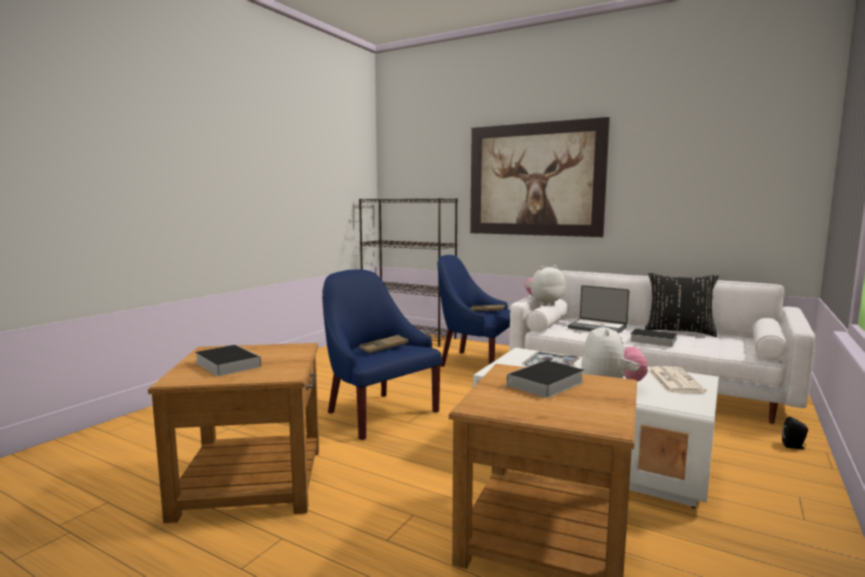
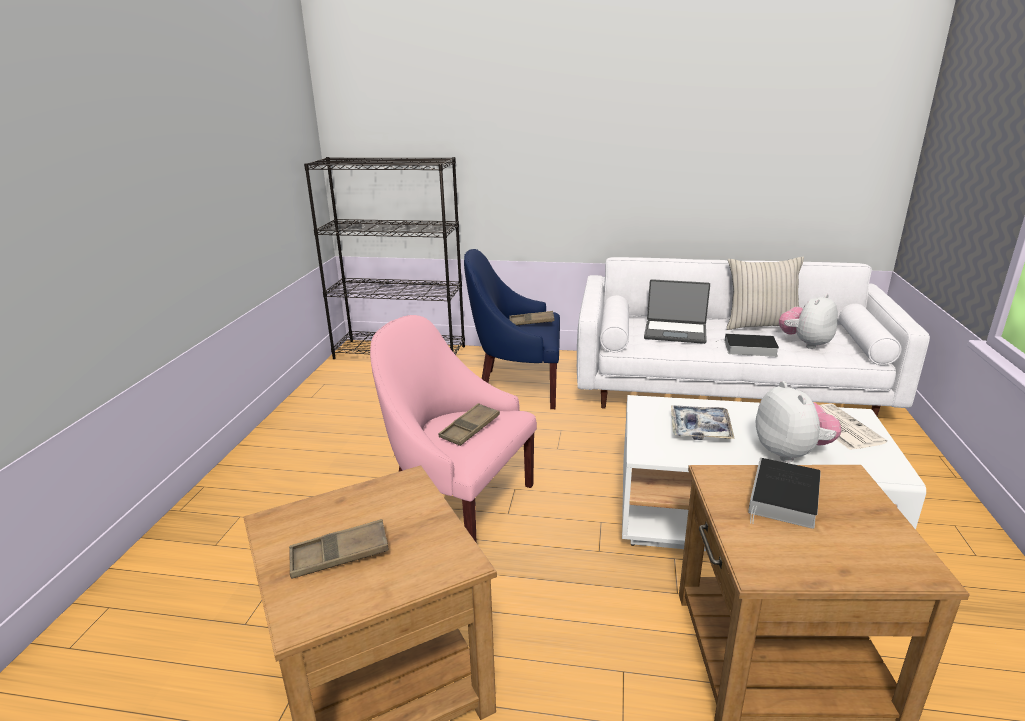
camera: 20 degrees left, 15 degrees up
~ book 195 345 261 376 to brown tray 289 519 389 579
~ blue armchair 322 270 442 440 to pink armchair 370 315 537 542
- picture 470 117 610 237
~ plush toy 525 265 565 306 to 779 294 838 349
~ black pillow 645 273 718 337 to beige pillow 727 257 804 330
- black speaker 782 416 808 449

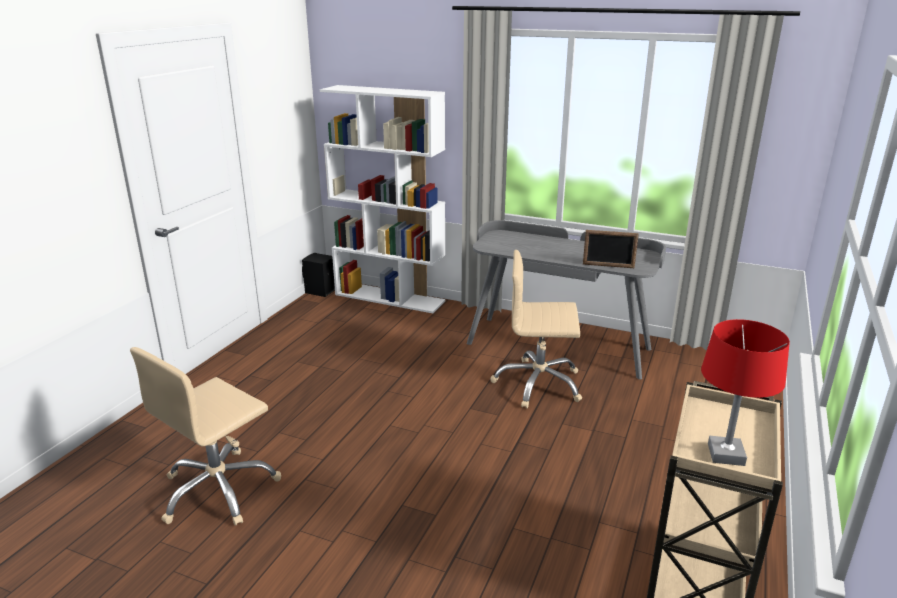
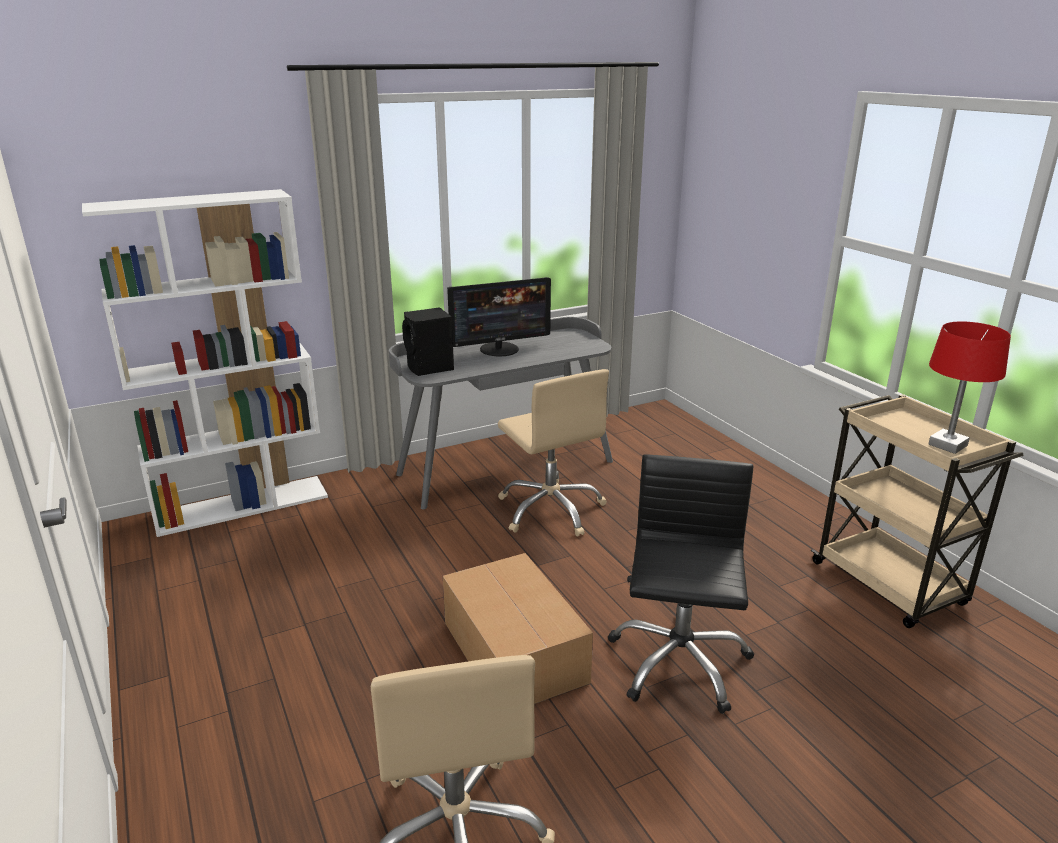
camera: 50 degrees left, 0 degrees up
~ black speaker 302 253 335 297 to 402 307 454 376
~ beige office chair 491 250 582 408 = 498 369 609 537 75 degrees counterclockwise
- picture frame 583 230 639 268
+ cardboard box 443 553 593 704
+ monitor 447 277 551 356
+ black office chair 608 454 754 714

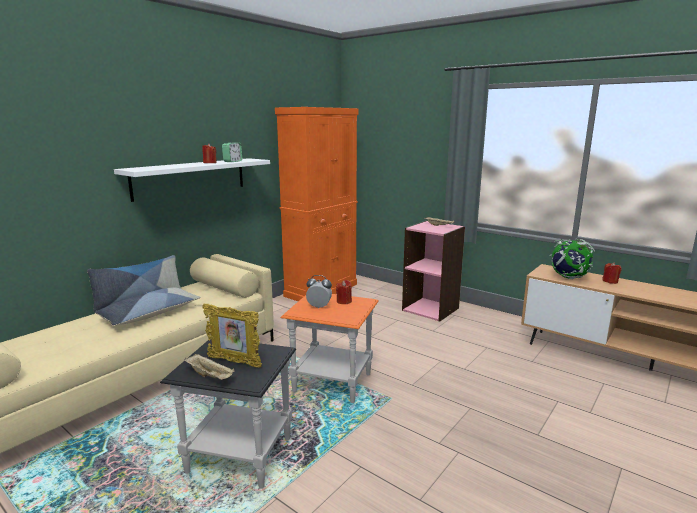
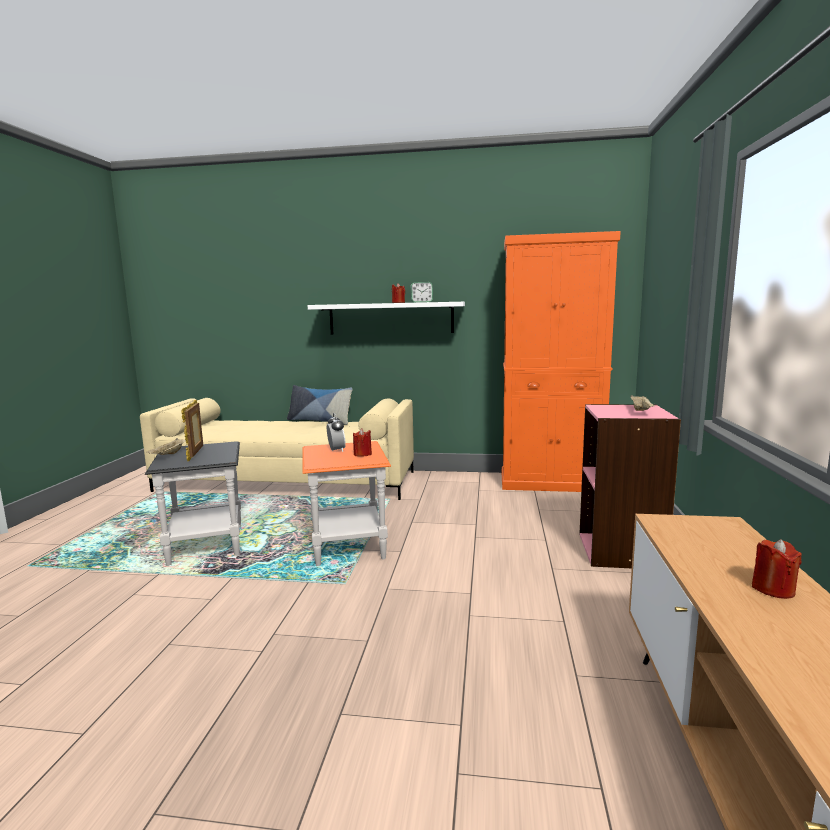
camera: 60 degrees right, 5 degrees down
- pillow 95 287 200 326
- globe 550 239 595 279

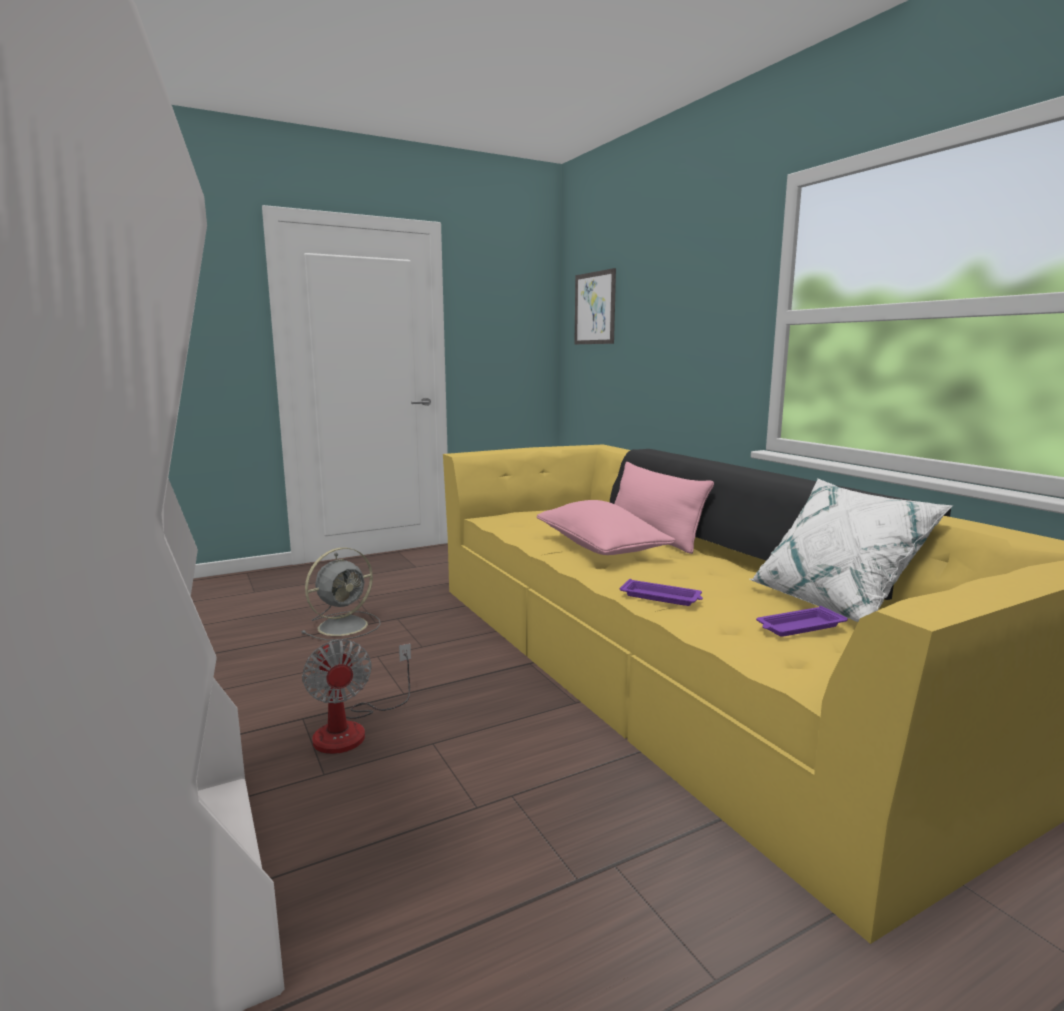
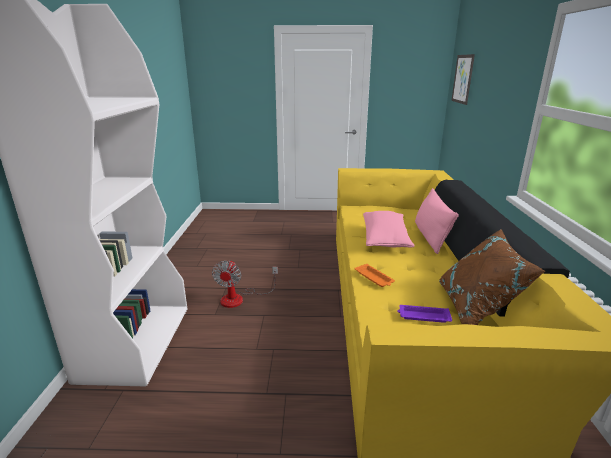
camera: 30 degrees right, 10 degrees up
- grey fan 301 547 381 640
~ purple tray 620 579 703 606 to orange tray 354 264 395 287
~ white pillow 750 478 953 622 to brown pillow 439 229 546 325

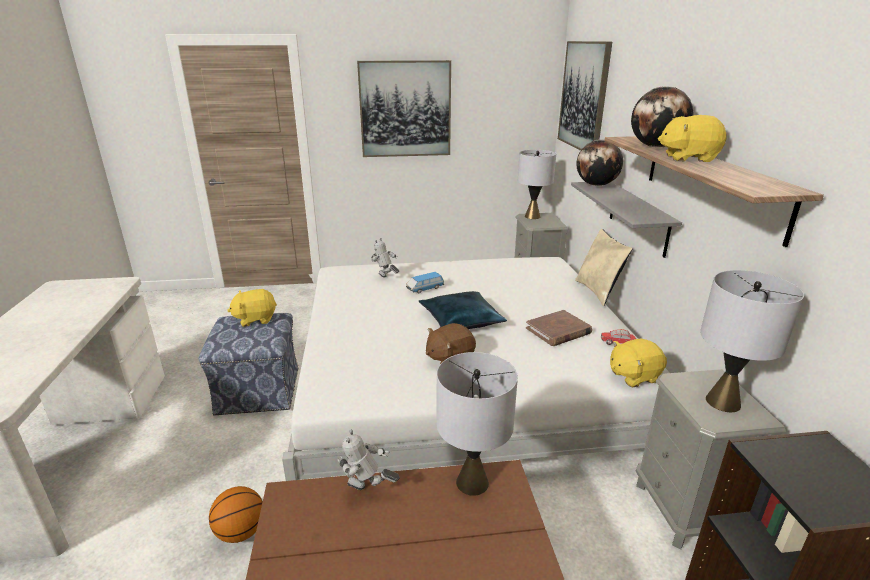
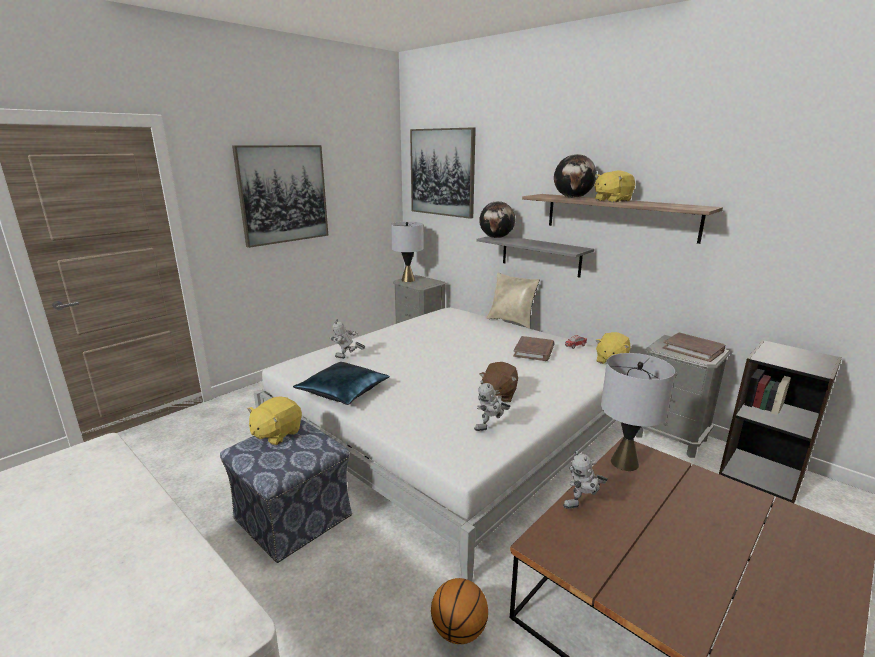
camera: 40 degrees left, 5 degrees down
- toy car 406 272 444 294
~ blue pillow 419 291 507 329 to 293 362 390 405
~ grey table lamp 700 270 804 412 to brown book 663 333 725 362
+ toy robot 474 381 510 431

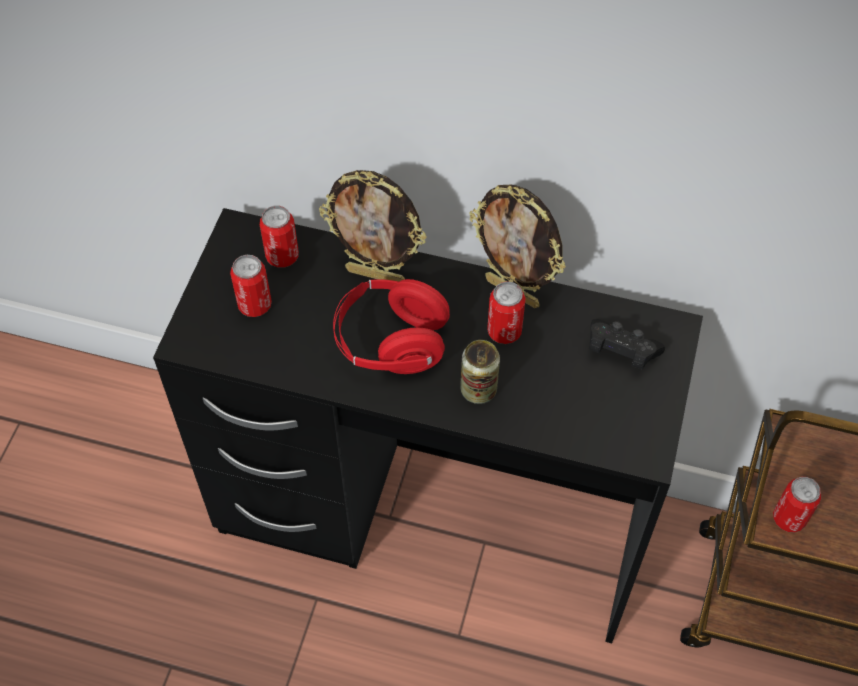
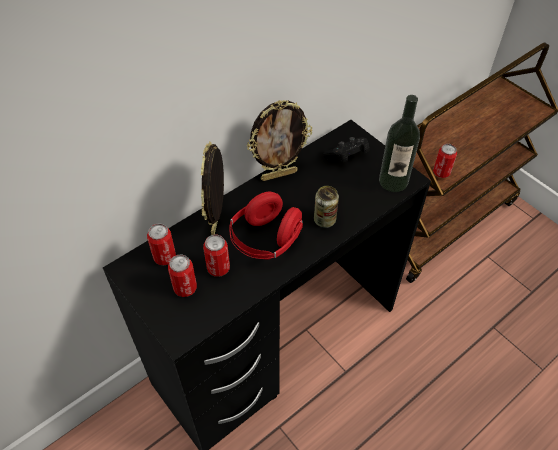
camera: 55 degrees left, 5 degrees down
~ picture frame 319 170 427 281 = 201 142 224 235 135 degrees clockwise
~ can 487 281 526 344 to 203 235 230 277
+ bottle 379 95 420 192

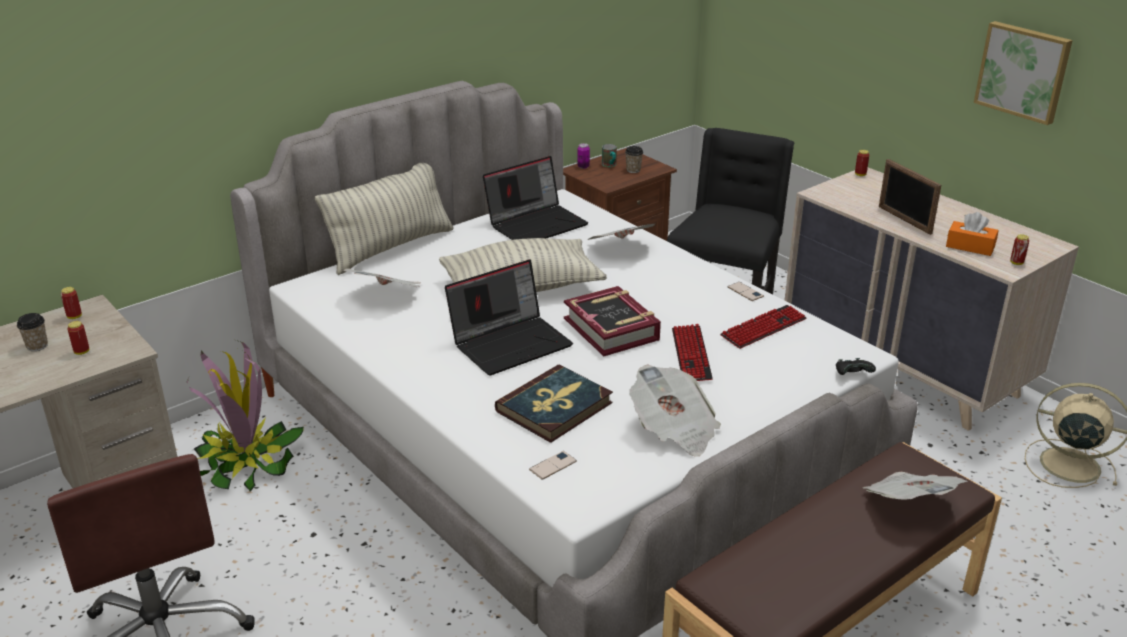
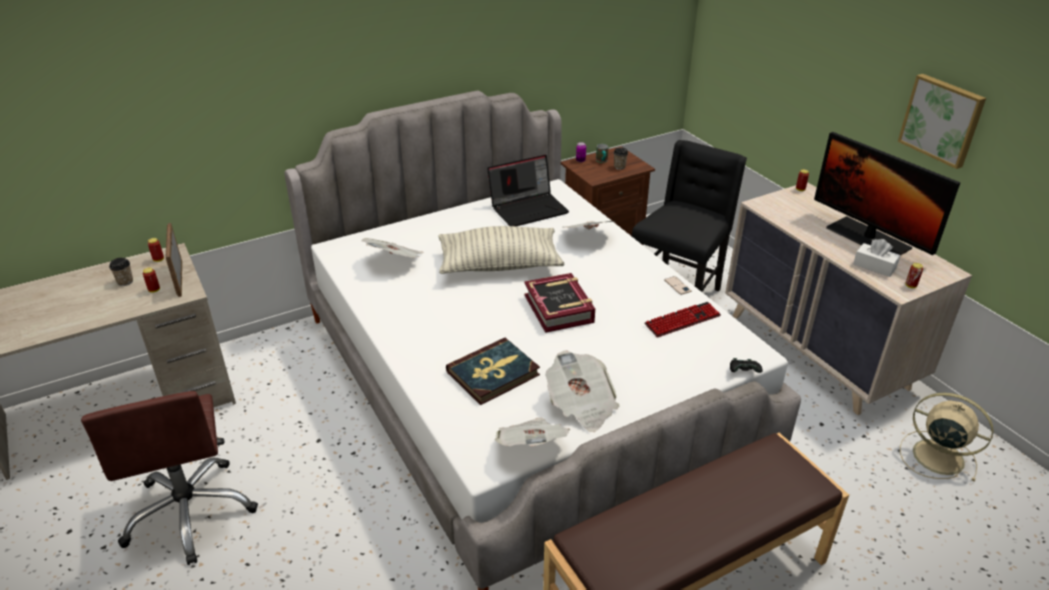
camera: 10 degrees right, 5 degrees up
- potted plant 187 339 304 492
- pillow 315 163 454 275
- laptop 445 259 573 376
- phone 529 451 577 480
- keyboard 672 324 713 381
~ newspaper 863 472 967 500 to 495 418 570 446
~ picture frame 879 159 941 235 to 165 223 182 297
~ orange tissue box 946 212 999 256 to white tissue box 853 239 900 277
+ monitor 814 132 960 256

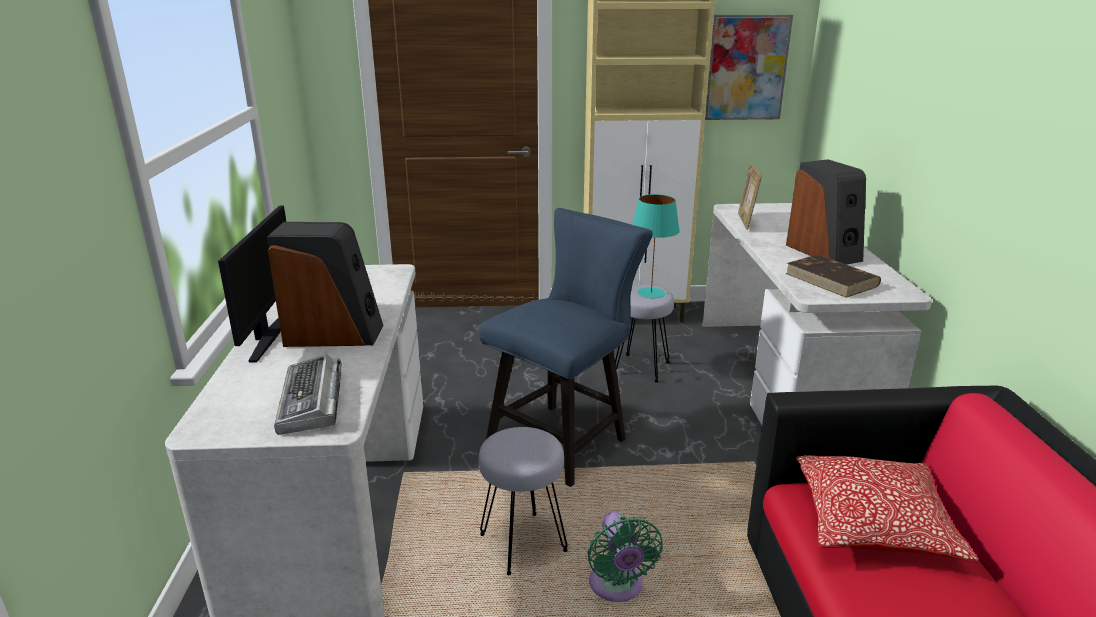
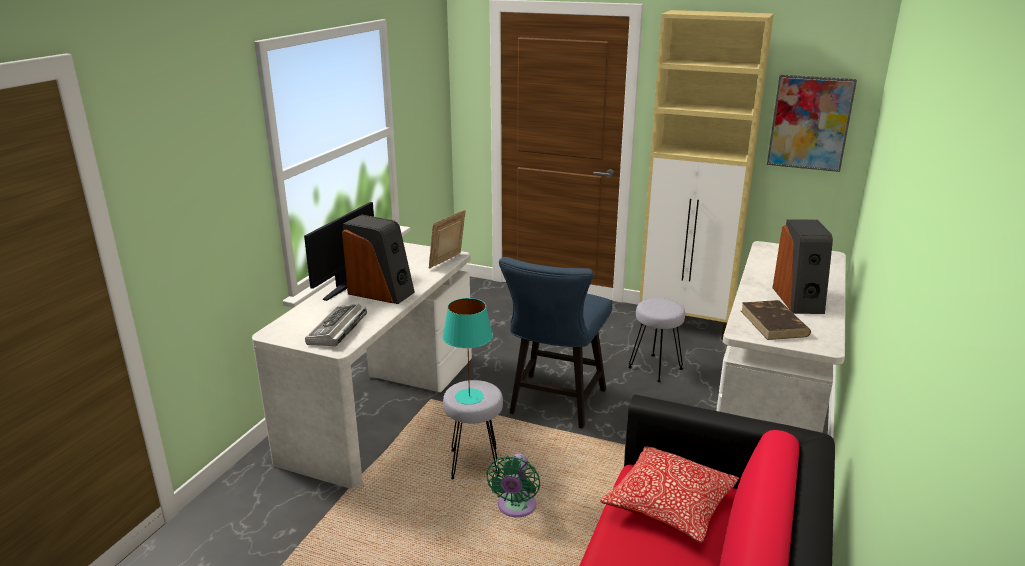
camera: 25 degrees right, 0 degrees up
~ blue chair 479 208 653 487 = 499 257 612 429 135 degrees clockwise
~ turquoise table lamp 632 194 680 298 to 442 298 493 405
~ picture frame 738 162 762 229 to 429 210 465 269

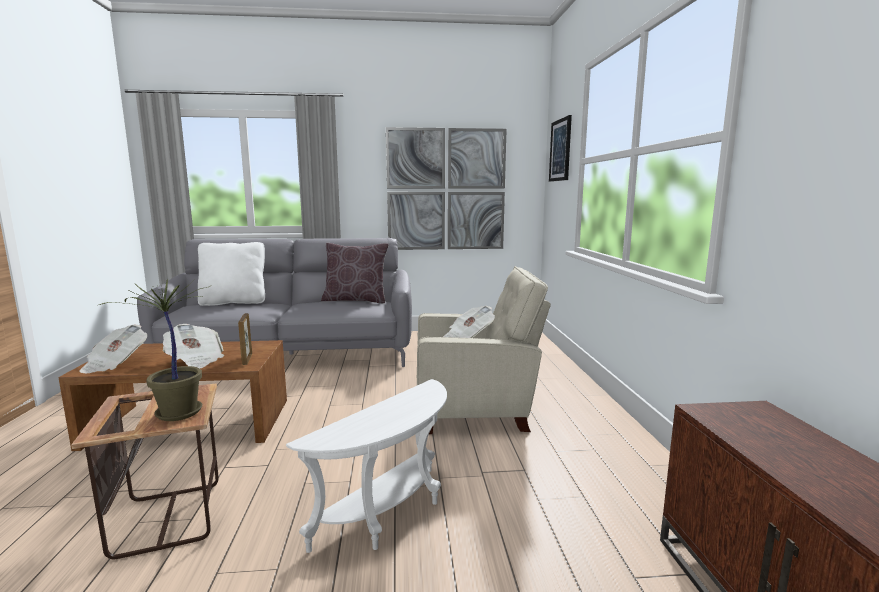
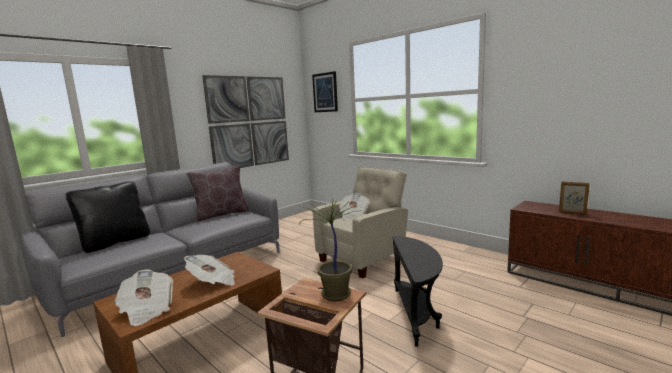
camera: 40 degrees left, 0 degrees up
~ white pillow 198 242 265 306 to black pillow 66 181 150 253
~ picture frame 238 313 252 365 to 559 181 590 215
~ white side table 286 379 447 553 to black side table 392 236 443 347

